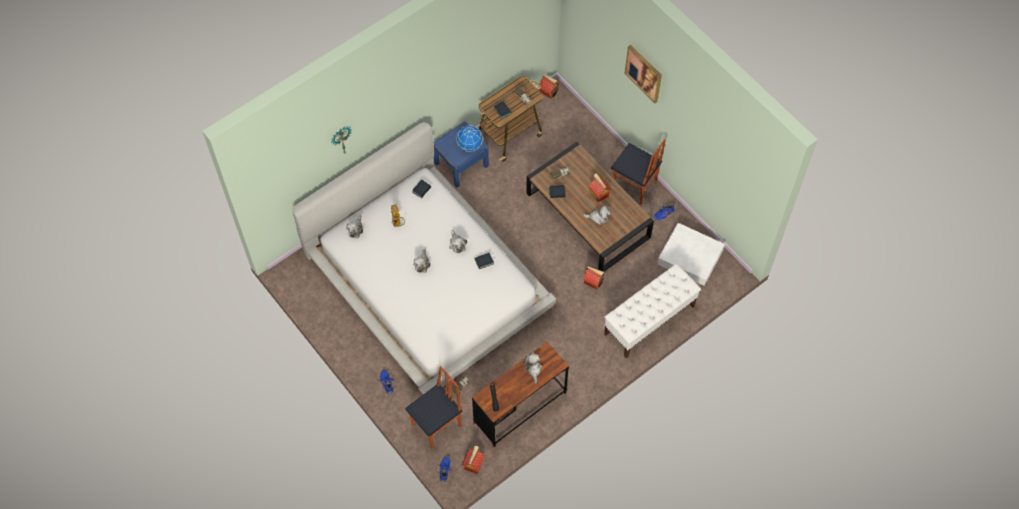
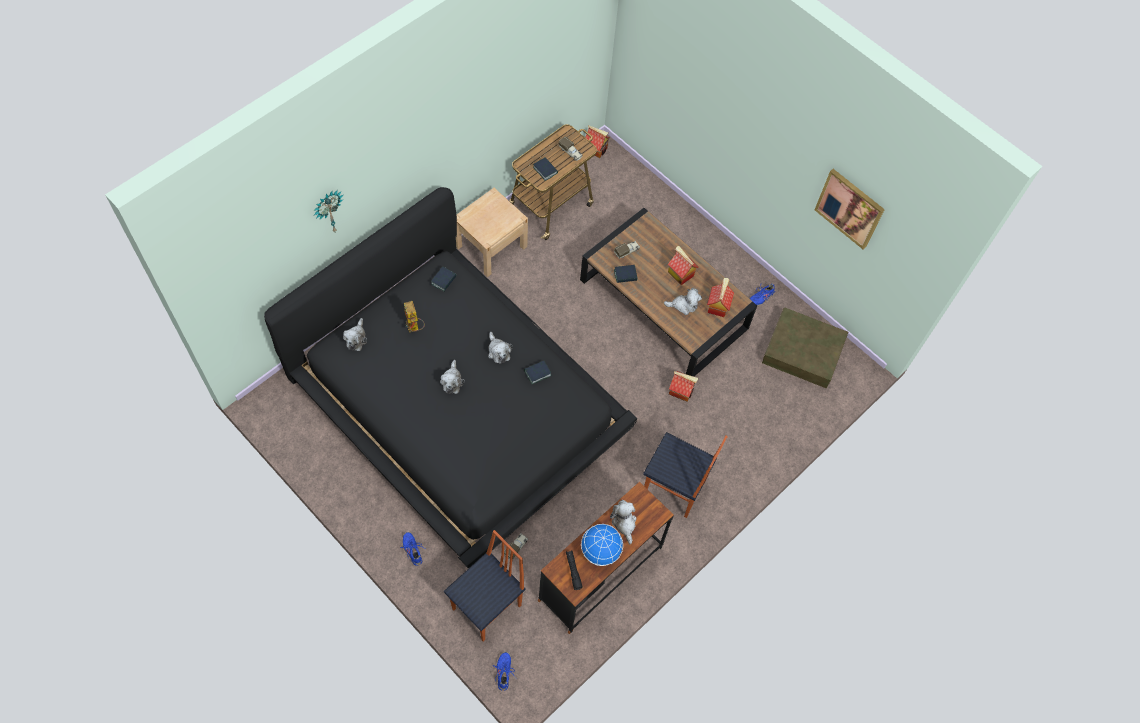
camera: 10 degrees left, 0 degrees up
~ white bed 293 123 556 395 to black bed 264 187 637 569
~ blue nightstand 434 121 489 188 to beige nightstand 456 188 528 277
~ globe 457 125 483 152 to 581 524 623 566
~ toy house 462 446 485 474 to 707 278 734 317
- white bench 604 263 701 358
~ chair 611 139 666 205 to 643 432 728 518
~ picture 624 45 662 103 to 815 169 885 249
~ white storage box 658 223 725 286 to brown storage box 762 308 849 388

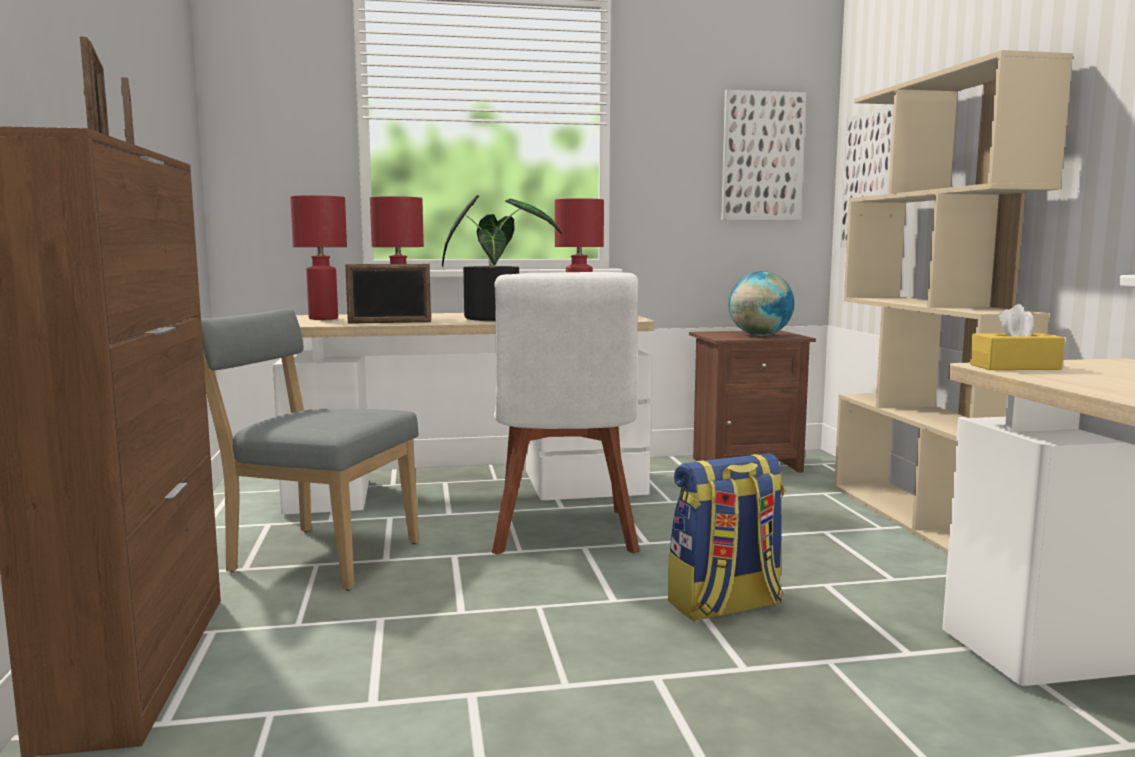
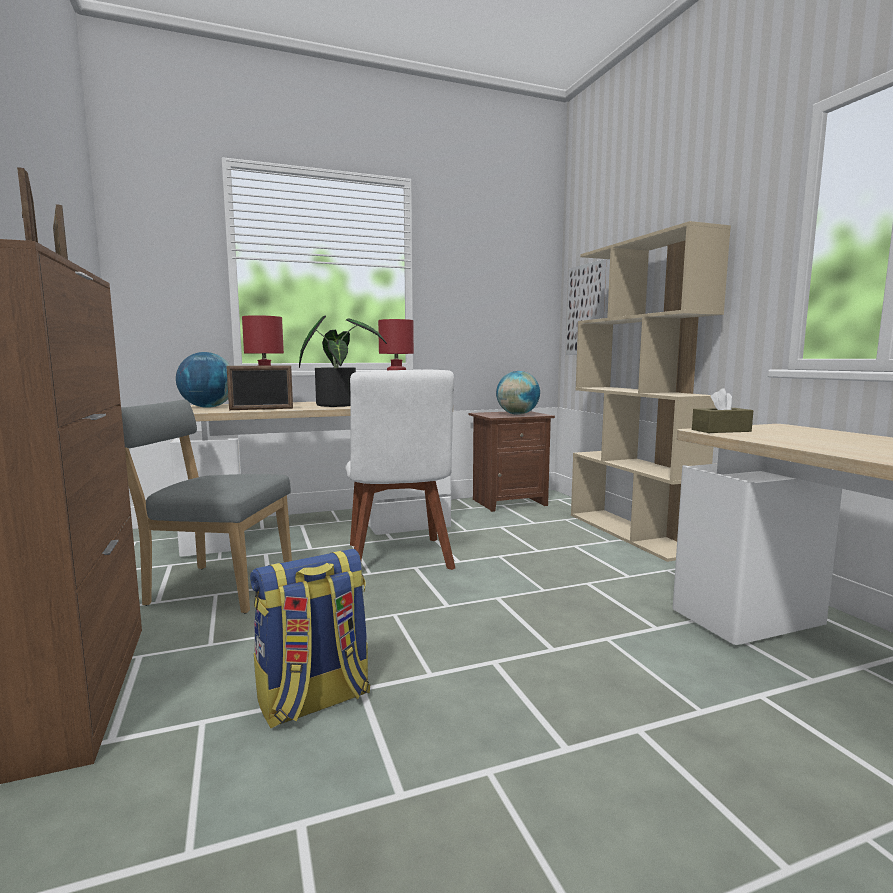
camera: 10 degrees left, 0 degrees up
~ red table lamp 290 195 347 320 to globe 176 352 231 408
~ backpack 668 453 785 621 to 250 549 370 728
- picture 721 90 806 220
~ yellow tissue box 970 304 1065 370 to brown tissue box 692 388 753 433

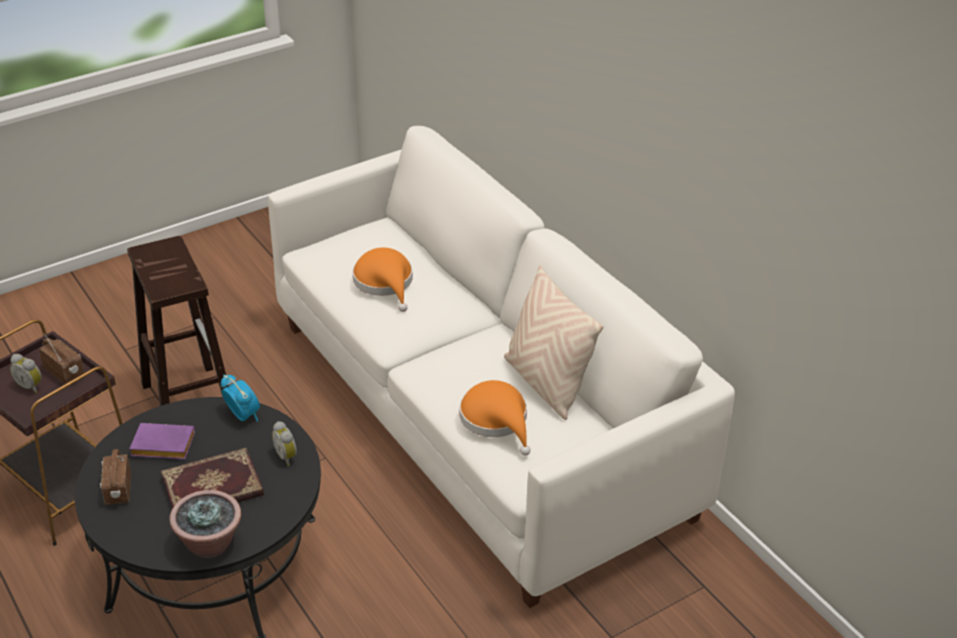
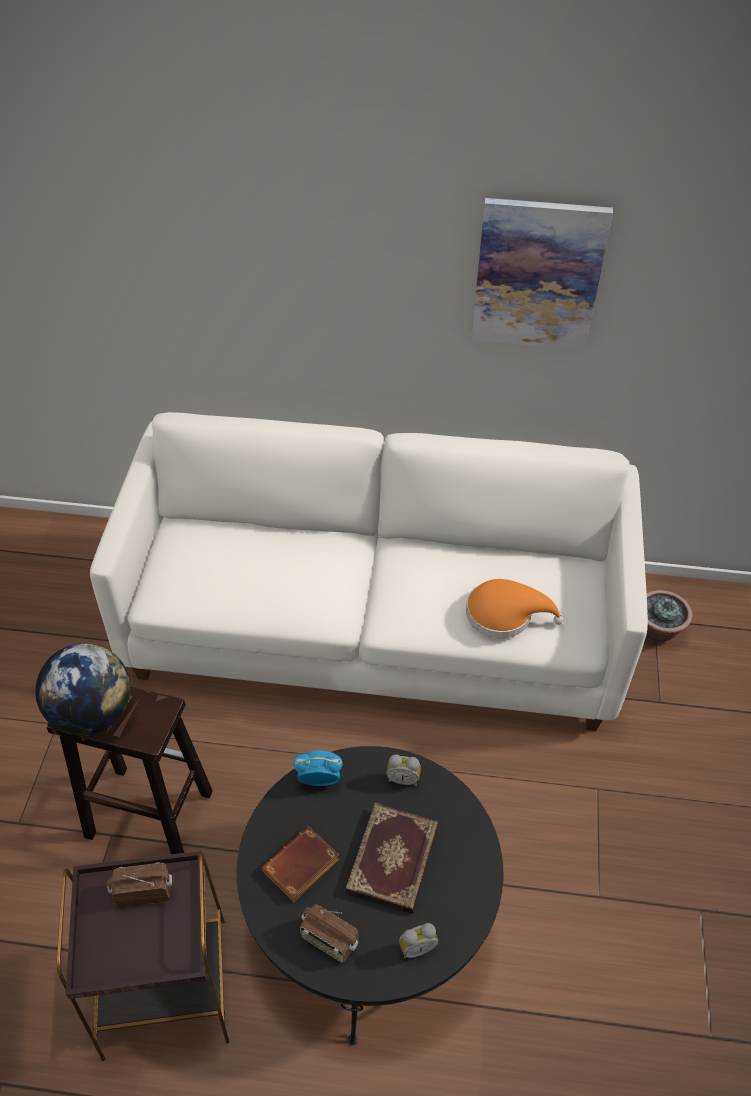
camera: 50 degrees left, 10 degrees up
~ alarm clock 10 354 42 394 to 399 923 438 959
~ purple book 129 423 195 459 to brown book 262 826 340 903
~ potted plant 169 490 241 558 to 646 590 692 643
- orange hat 352 247 413 312
- beige pillow 504 265 604 420
+ globe 35 643 130 736
+ picture 471 198 613 350

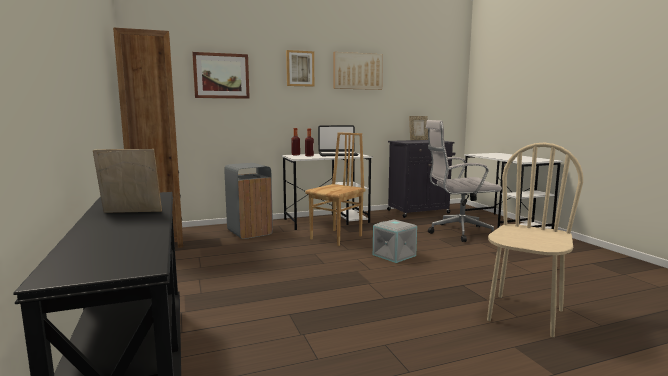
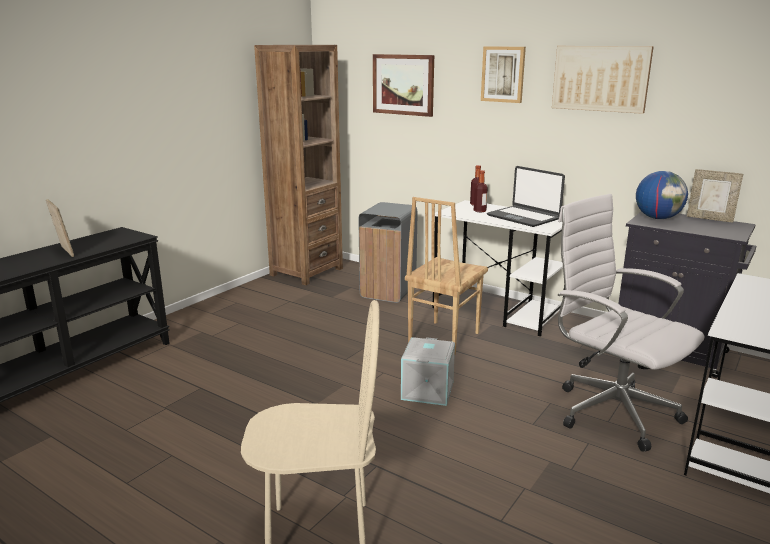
camera: 55 degrees right, 10 degrees up
~ brown chair 305 132 365 246 = 405 197 488 354 120 degrees clockwise
+ globe 636 171 688 219

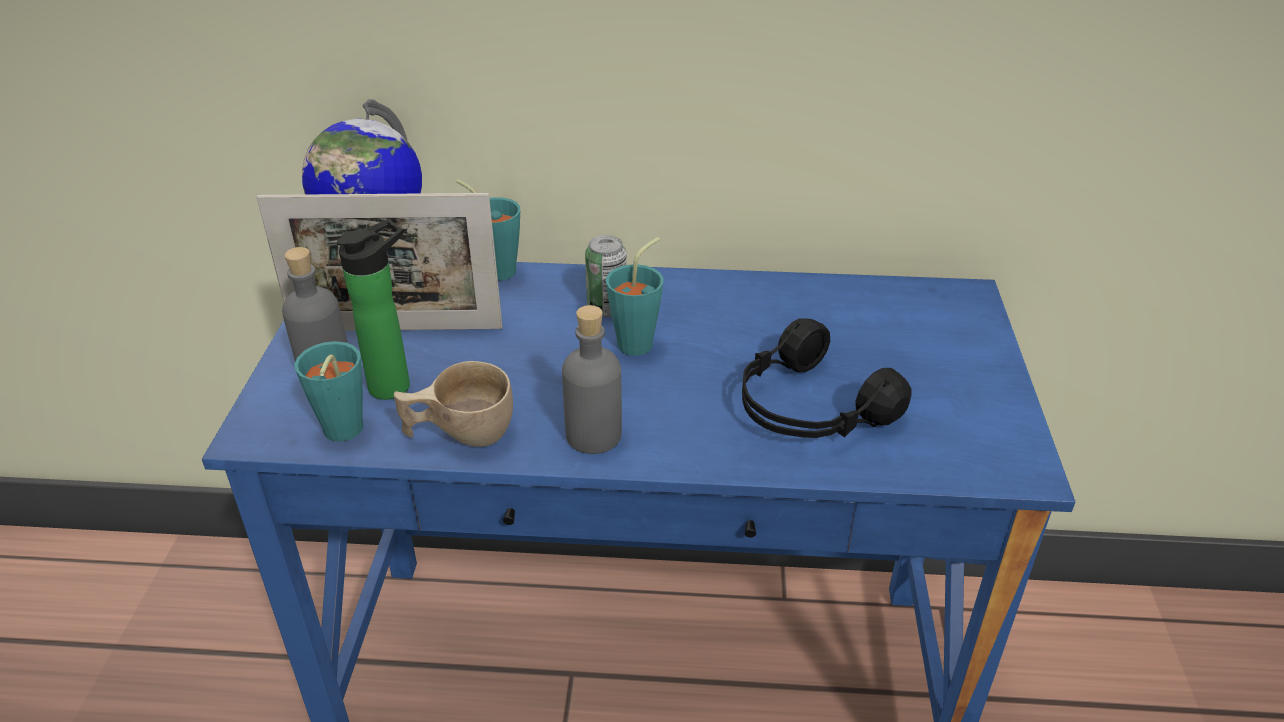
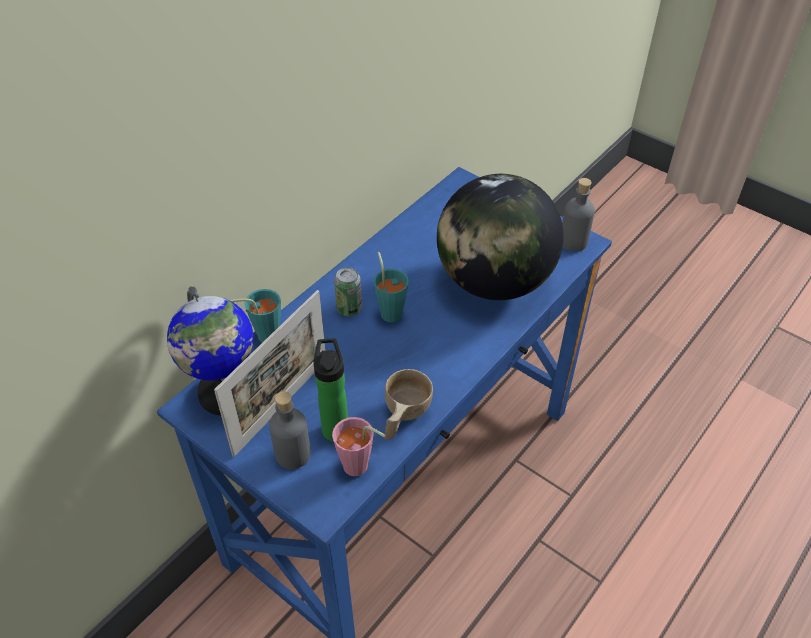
camera: 55 degrees left, 10 degrees up
~ turquoise cup 294 341 363 442 to pink cup 332 417 385 476
~ grey bottle 562 305 622 454 to 562 178 595 252
~ black headphones 742 318 911 438 to globe 437 174 564 300

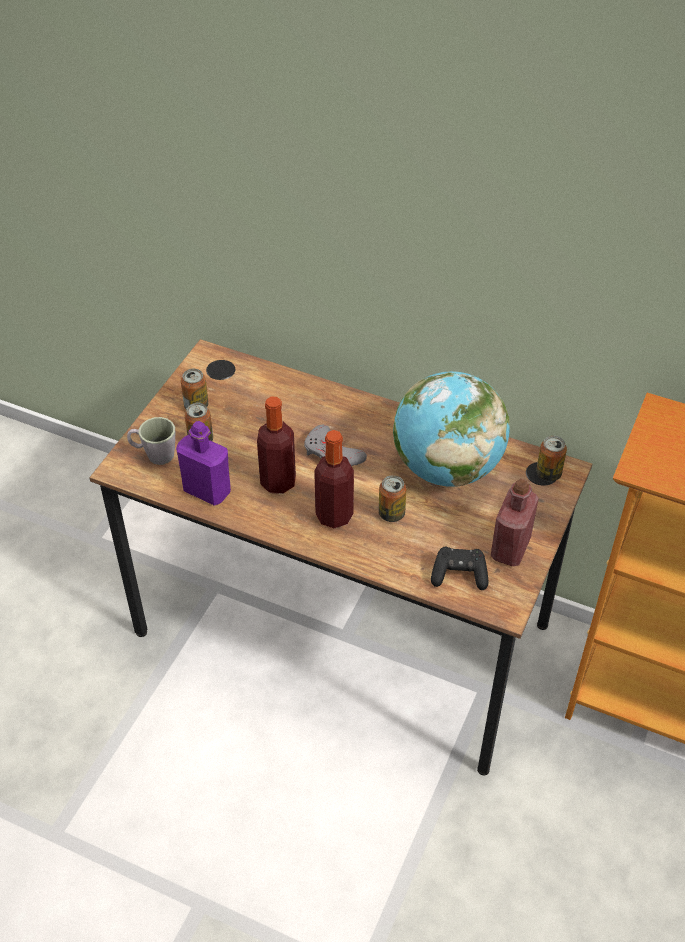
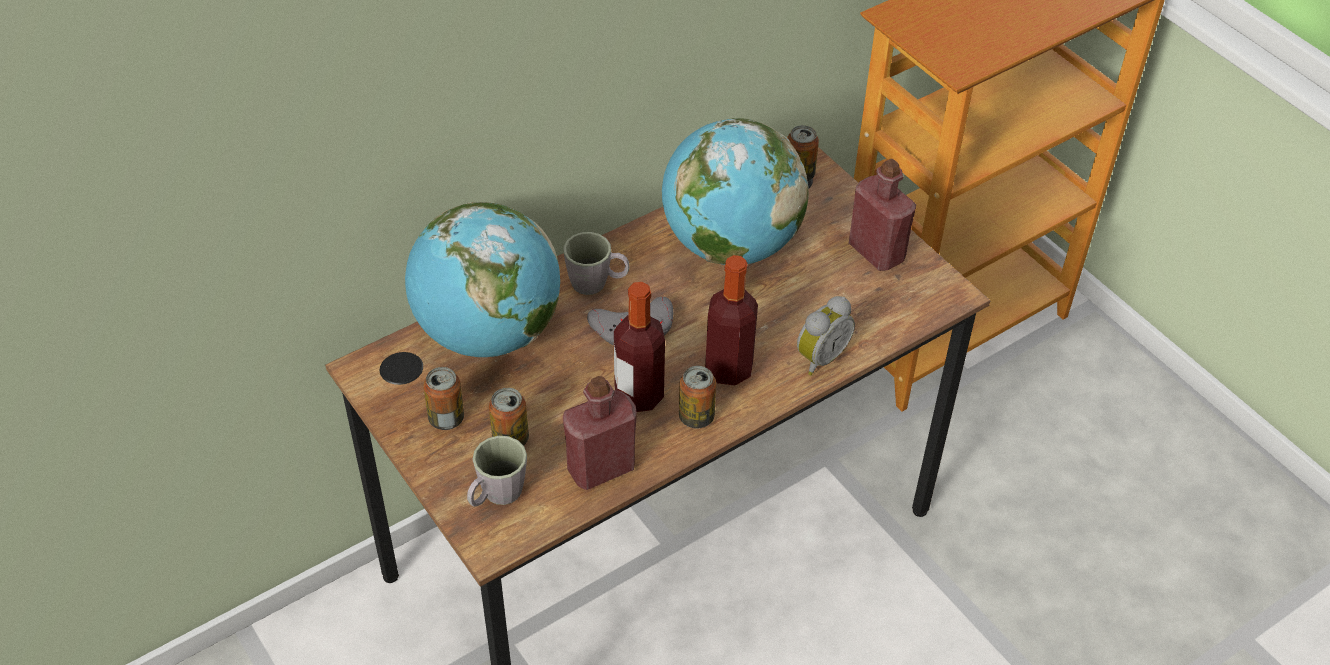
camera: 60 degrees left, 0 degrees up
~ purple bottle 176 421 231 506 to red bottle 563 376 637 490
~ can 379 475 406 522 to 679 366 716 428
- black game controller 431 547 489 590
+ globe 405 202 560 357
+ grey mug 563 232 630 295
+ alarm clock 797 296 855 375

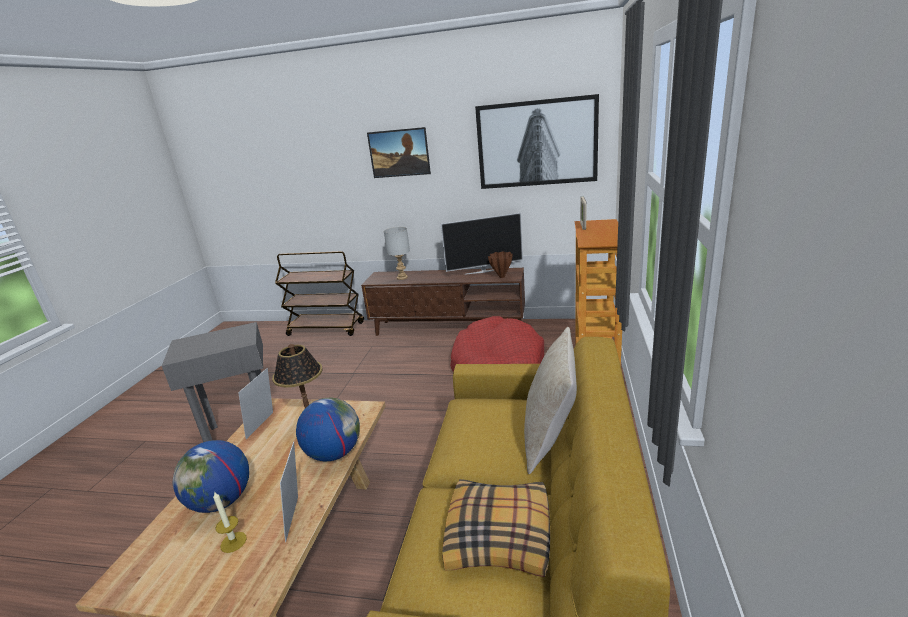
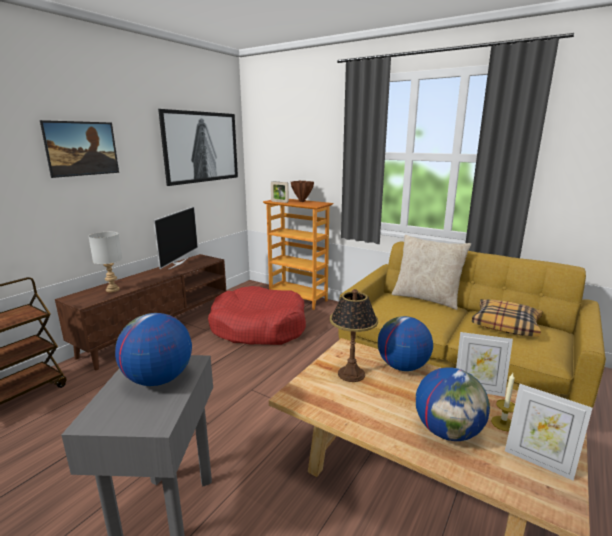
camera: 70 degrees left, 5 degrees down
~ picture frame 238 368 273 439 to 505 384 592 481
~ brown vase 488 251 513 278 to 291 181 314 202
+ globe 115 313 192 386

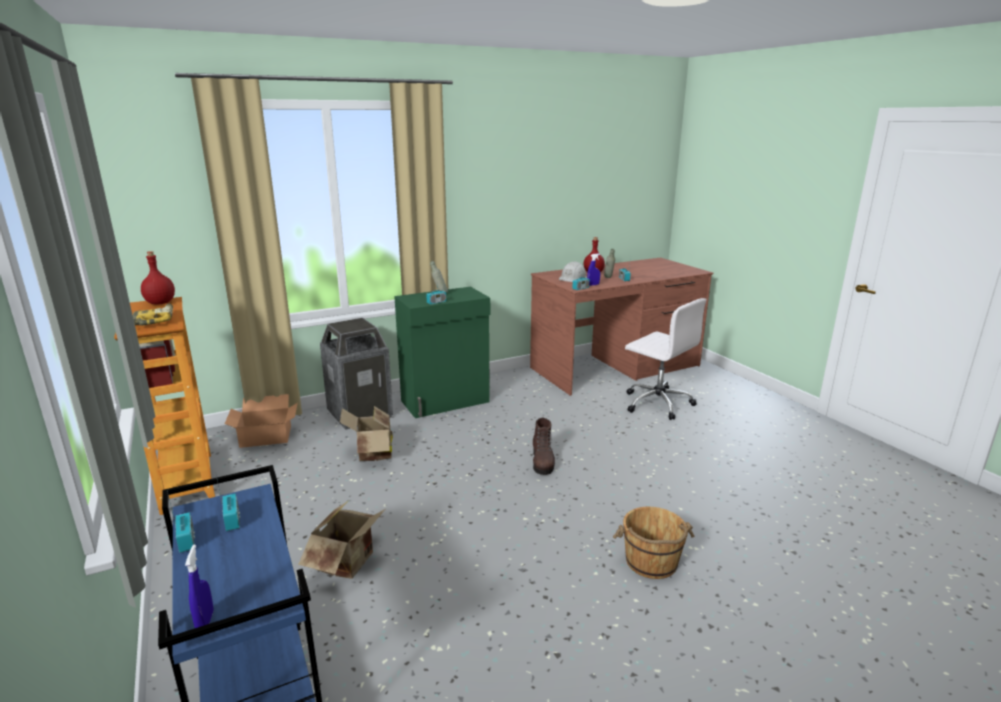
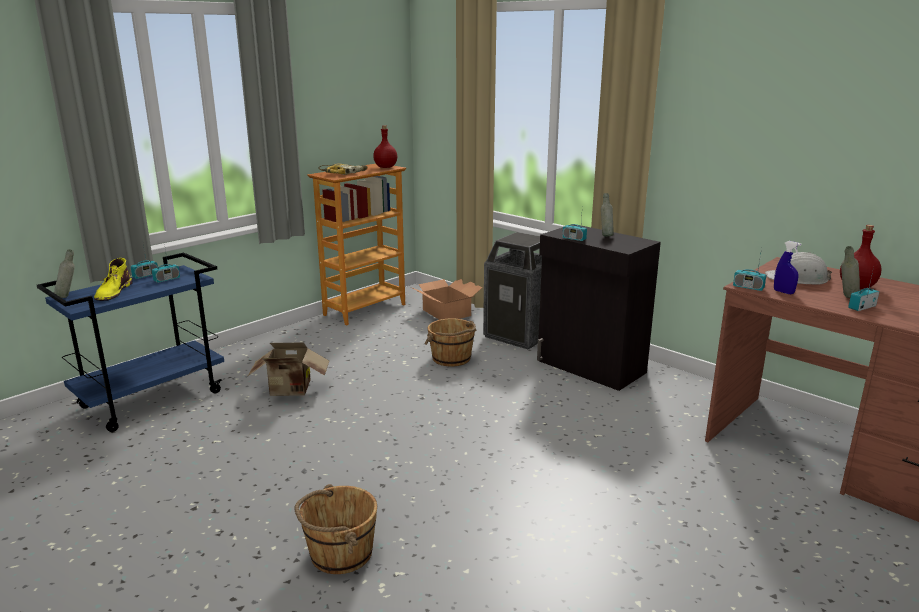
camera: 70 degrees right, 0 degrees up
~ blue spray bottle 185 545 214 628 to grey bottle 54 249 75 298
~ cardboard box 340 406 393 461 to brown bucket 425 318 477 367
~ green cabinet 394 287 490 418 to black cabinet 537 225 661 391
- brown boot 531 417 555 475
- white office chair 625 298 707 420
+ yellow boot 94 258 133 301

